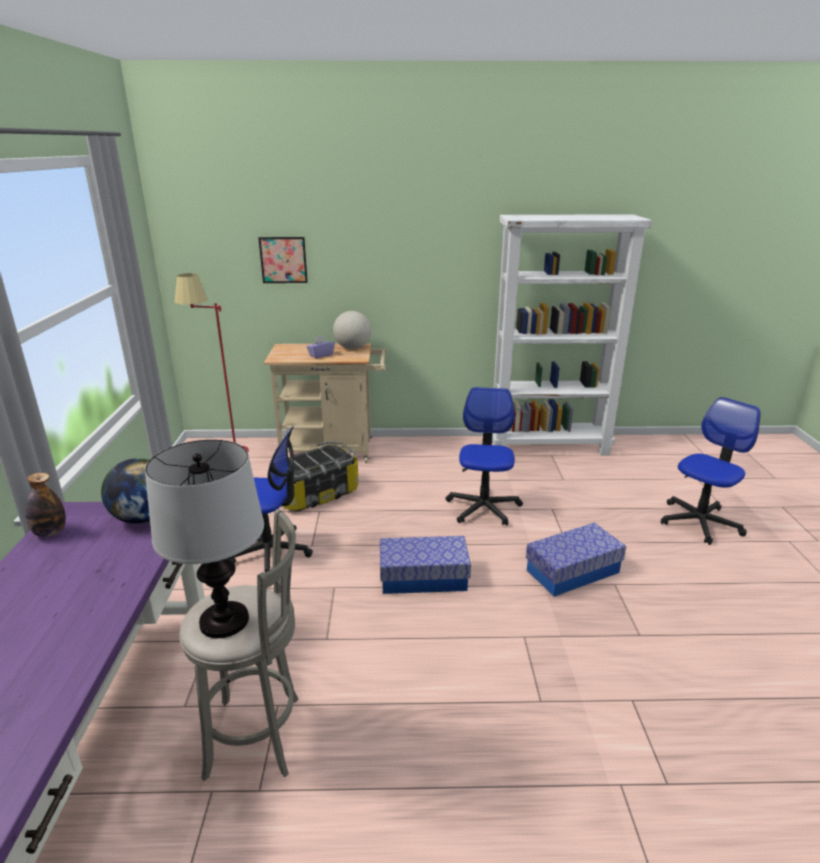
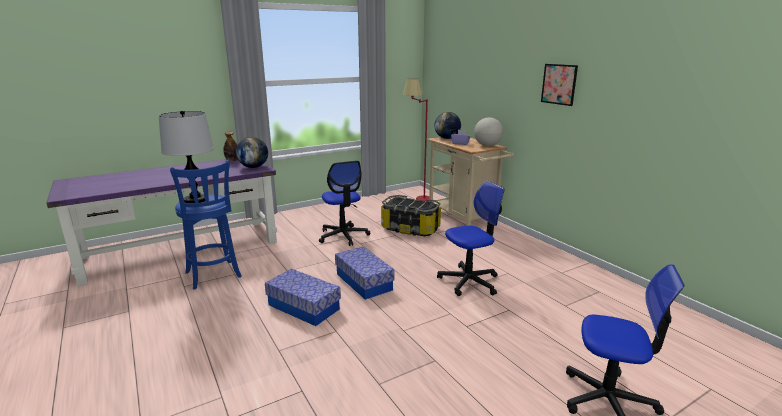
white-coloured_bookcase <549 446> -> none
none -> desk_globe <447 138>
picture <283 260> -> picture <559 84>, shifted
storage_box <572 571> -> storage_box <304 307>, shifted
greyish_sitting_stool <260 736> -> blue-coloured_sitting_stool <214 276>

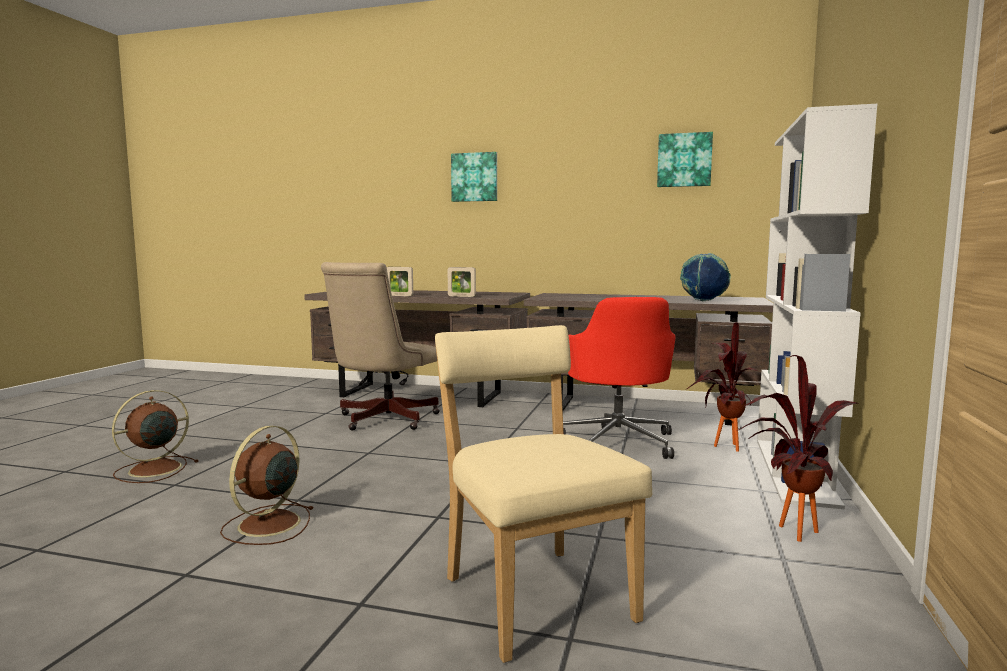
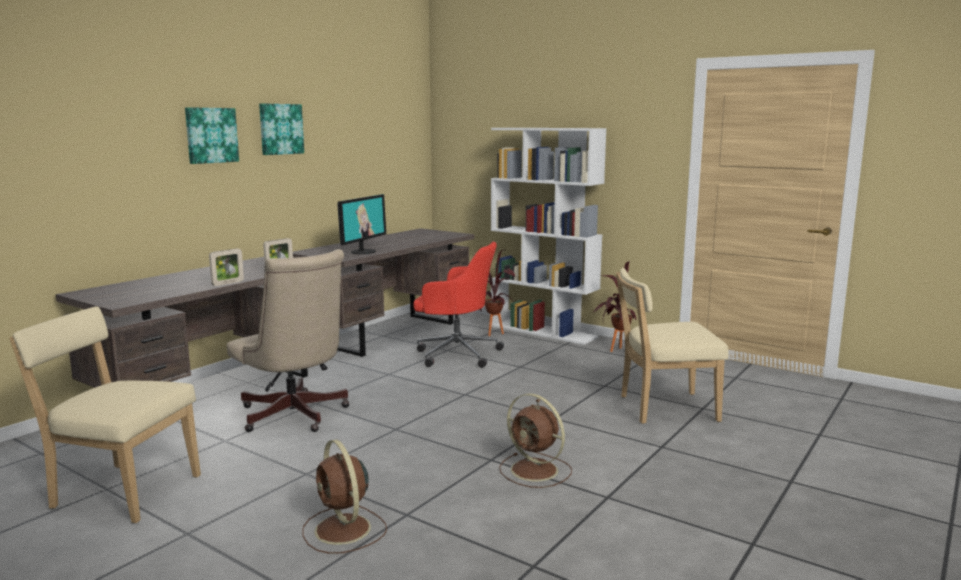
desk_globe <703 301> -> none
none -> beige_upright_chair <121 491>
none -> computer_display <363 251>
picture <684 160> -> picture <280 129>, shifted

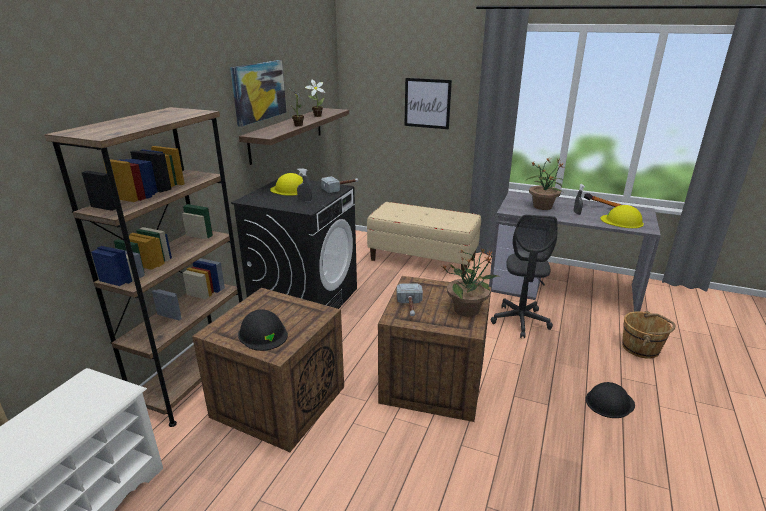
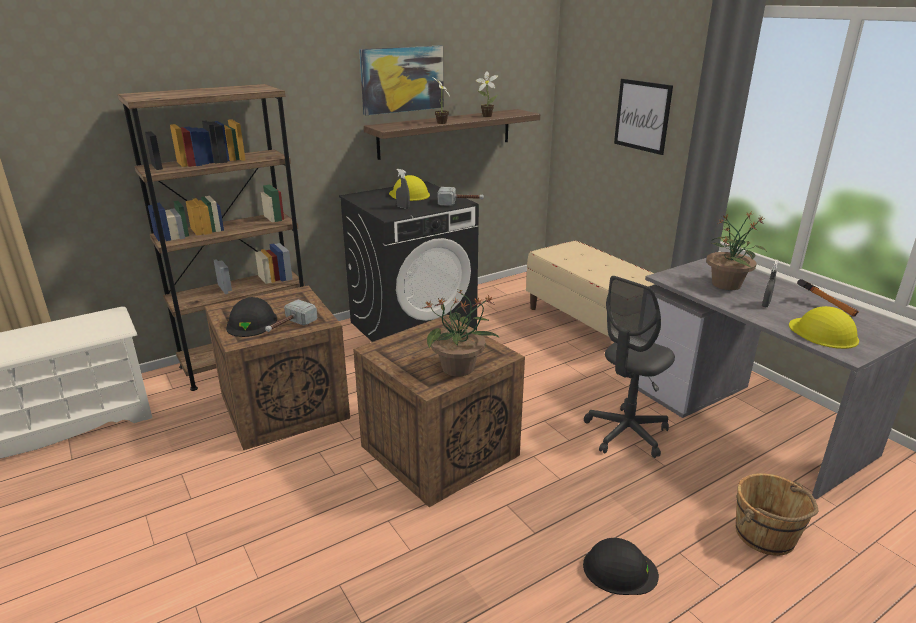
tool_hammer <410 307> -> tool_hammer <289 326>, shifted

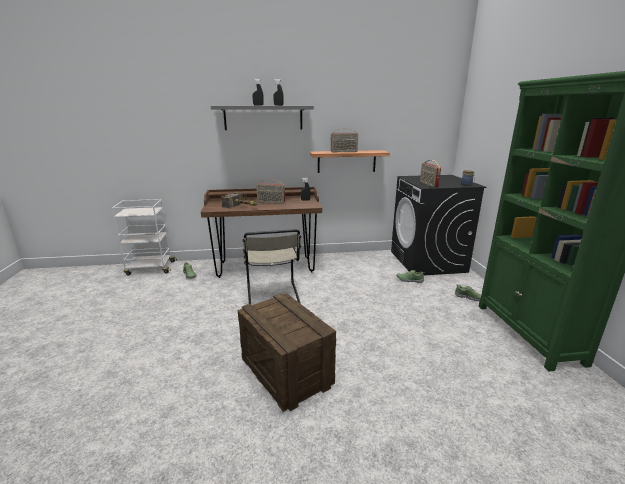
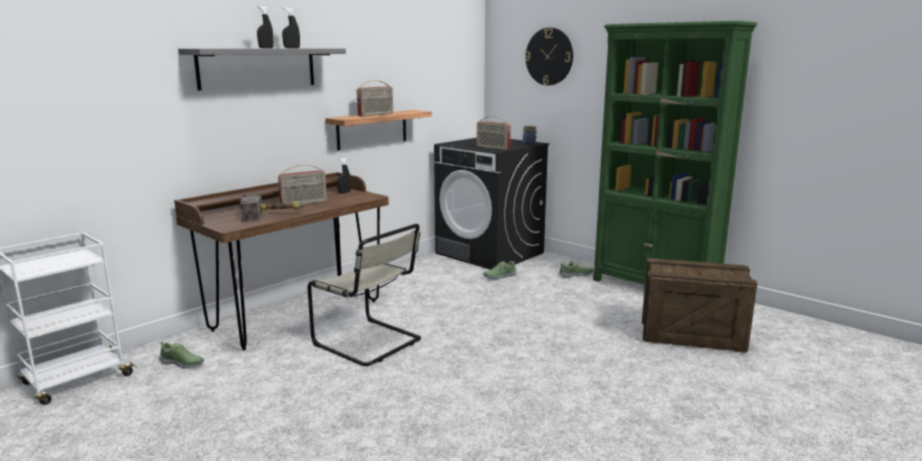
none -> clock_on_the_wall <549 56>
crate <286 372> -> crate <692 334>, shifted

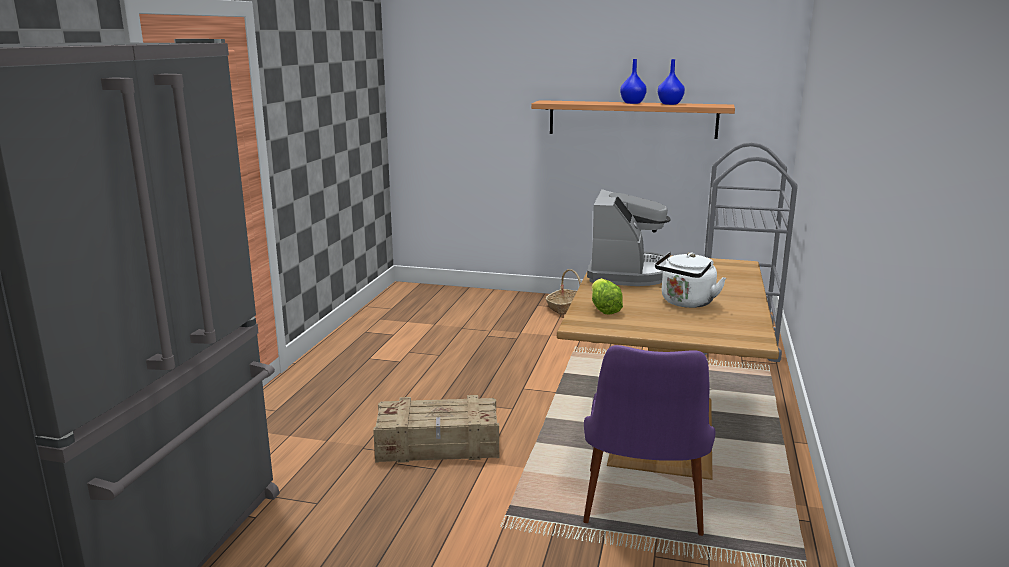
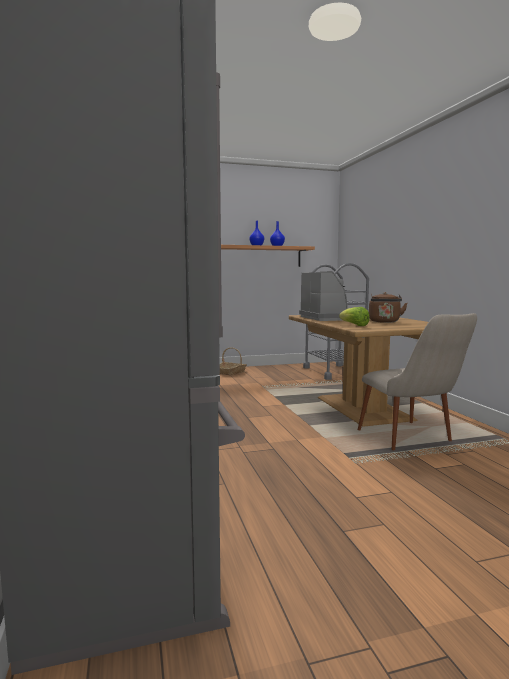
crate <439 445> -> none
purple_upright_chair <642 515> -> beige_upright_chair <413 441>
white-coloured_tea_kettle <686 303> -> brown_tea_kettle <384 322>

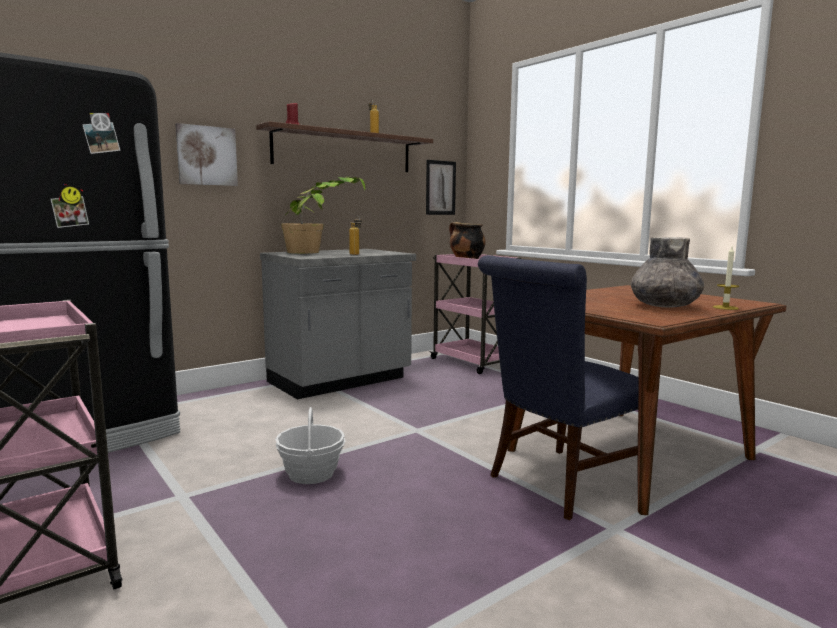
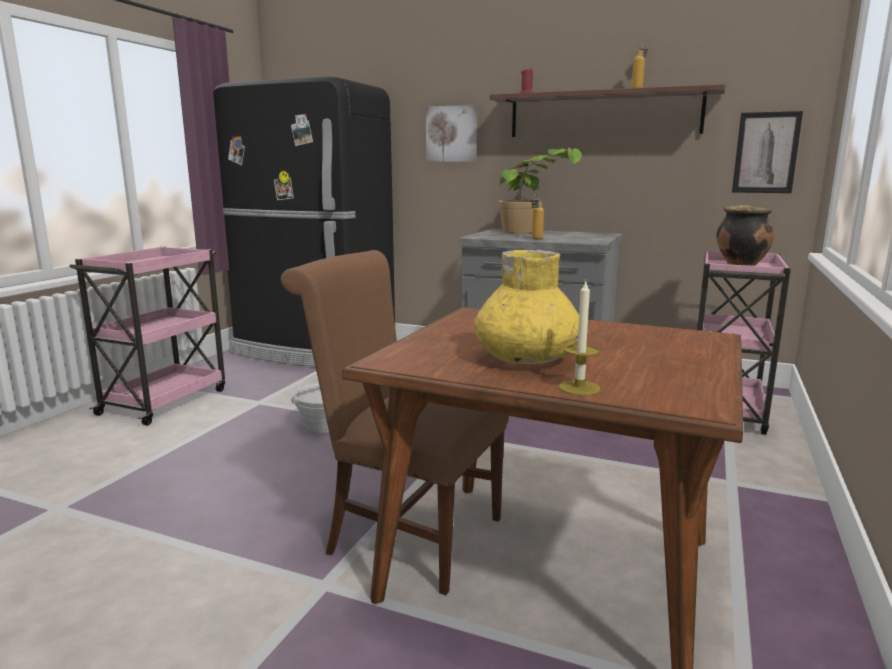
blue-coloured_upright_chair <558 484> -> brown_upright_chair <405 533>
greyish_flower_vase <664 306> -> yellow-coloured_flower_vase <527 359>

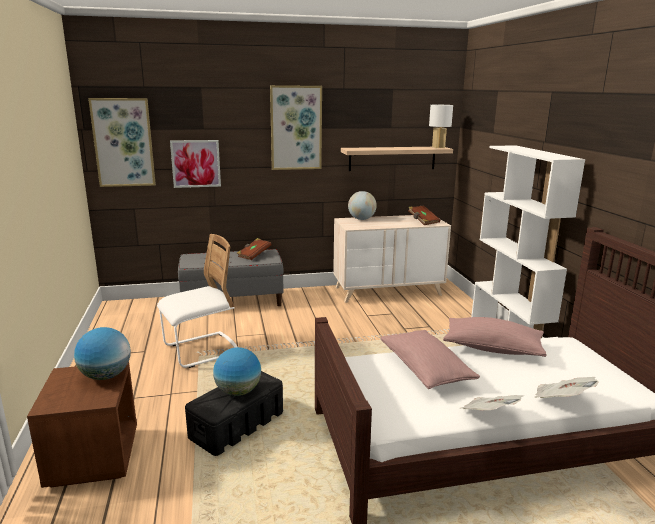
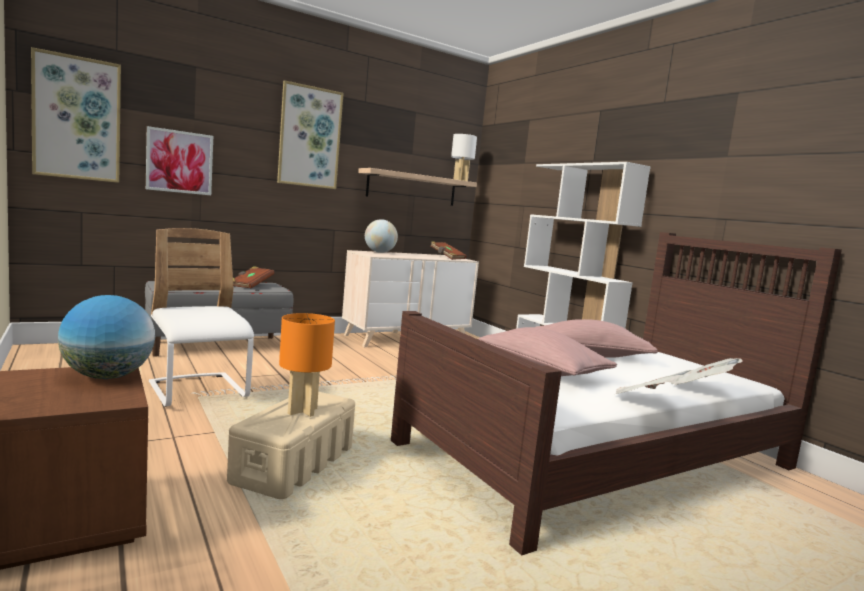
desk_globe <238 392> -> orange_table_lamp <302 411>
blackish_storage_box <237 425> -> beige_storage_box <295 463>
white-coloured_upright_chair <201 350> -> white-coloured_upright_chair <198 391>, 75 degrees counterclockwise

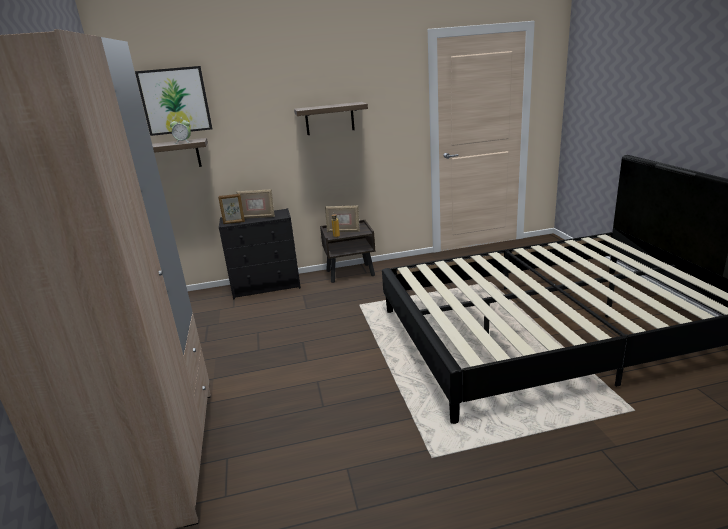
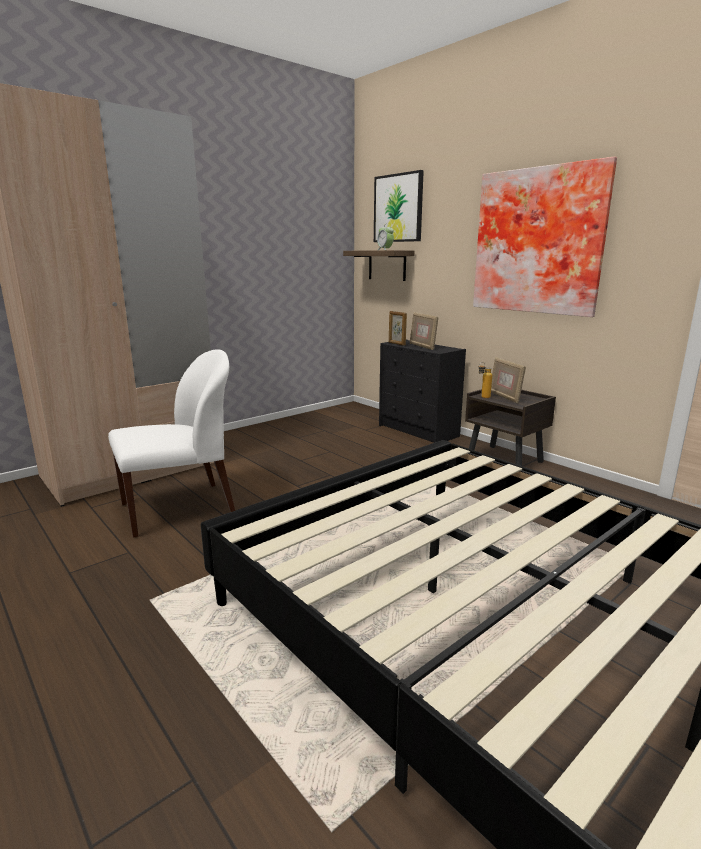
none -> white-coloured_upright_chair <180 508>
shelf <329 119> -> picture <539 241>

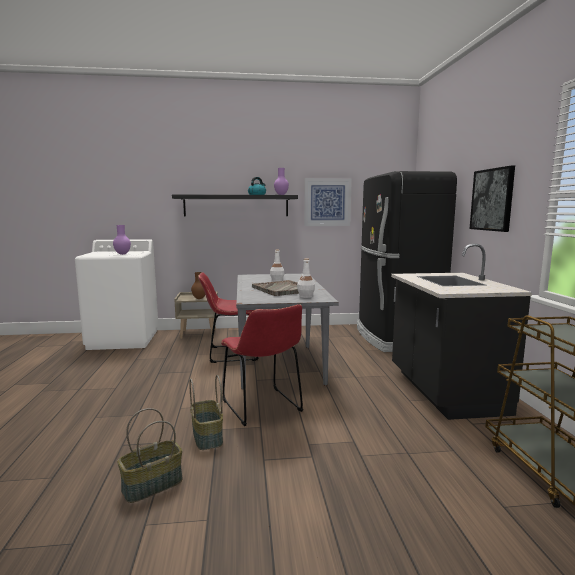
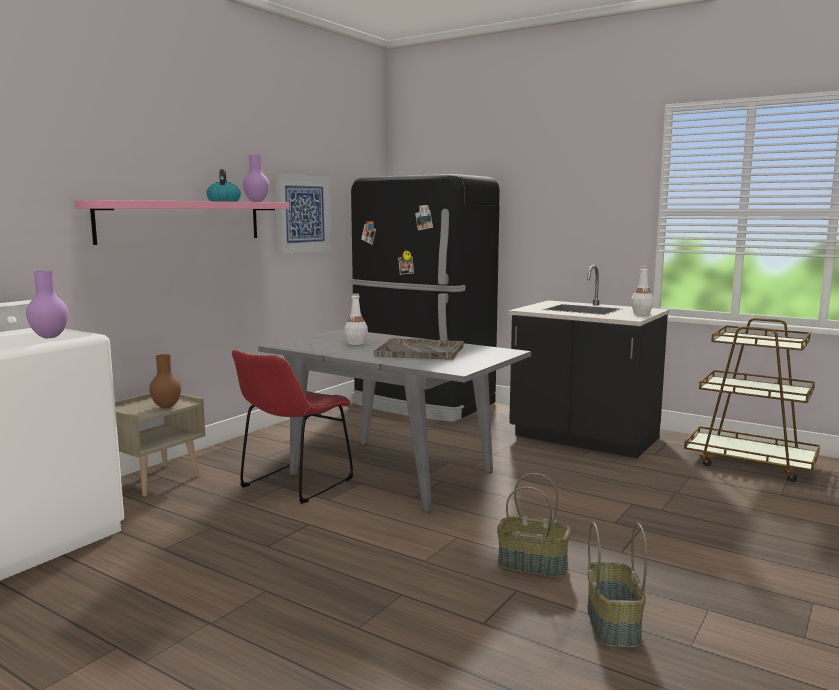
red-coloured_upright_chair <263 408> -> none
picture <492 199> -> none
white-coloured_bottle <305 296> -> white-coloured_bottle <641 313>, shifted
blackish_shelf <236 205> -> pink-coloured_shelf <182 221>

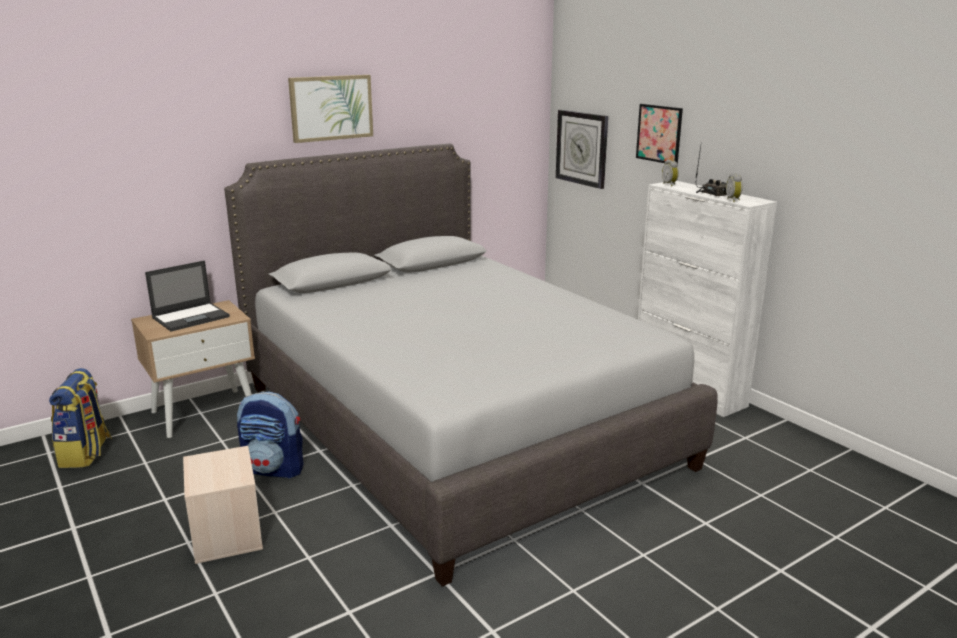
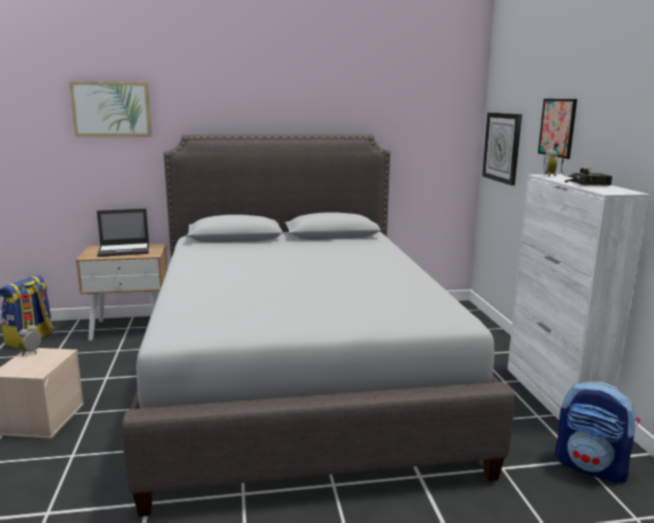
knapsack <274 469> -> knapsack <591 467>, shifted
picture <331 108> -> picture <111 109>, shifted
bedside_clock <733 200> -> bedside_clock <32 353>, shifted

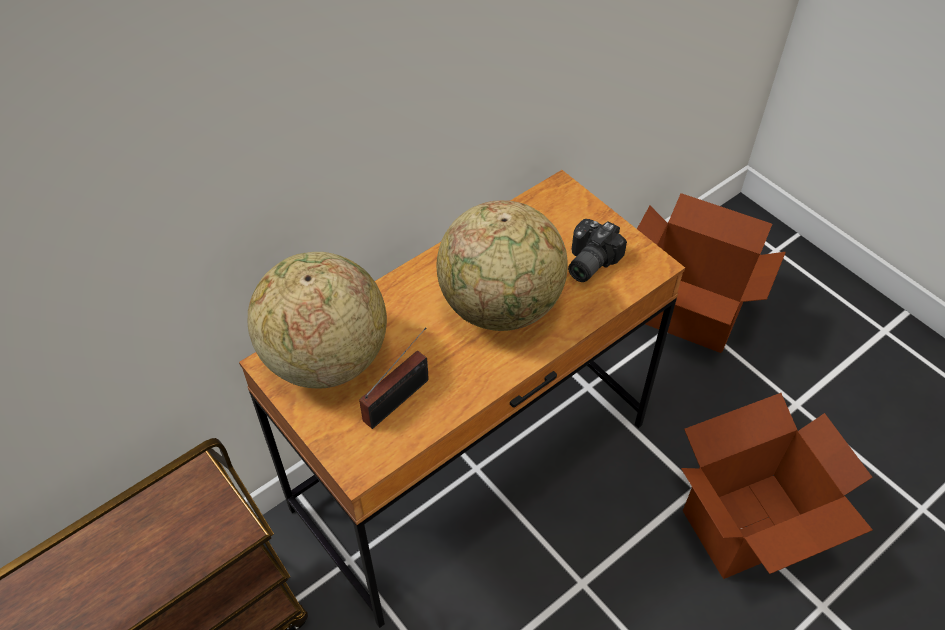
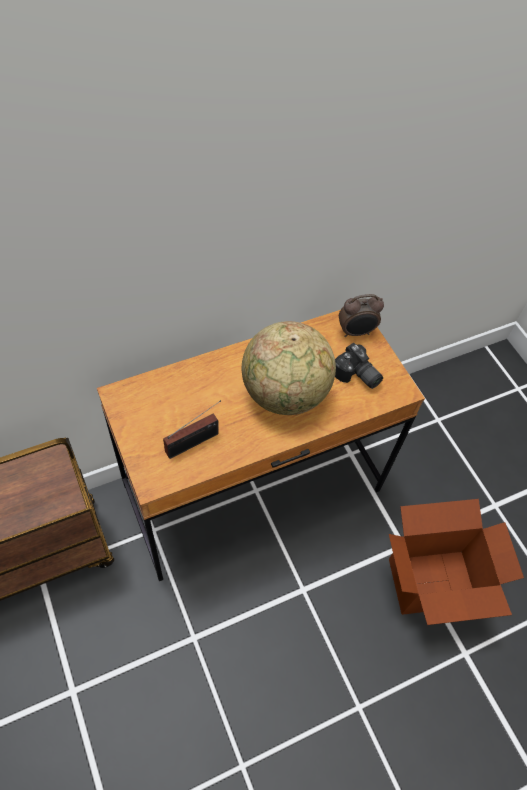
desk_globe <325 358> -> none
packing_box <687 314> -> none
none -> bedside_clock <356 332>
still_camera <587 261> -> still_camera <356 376>, 90 degrees counterclockwise

